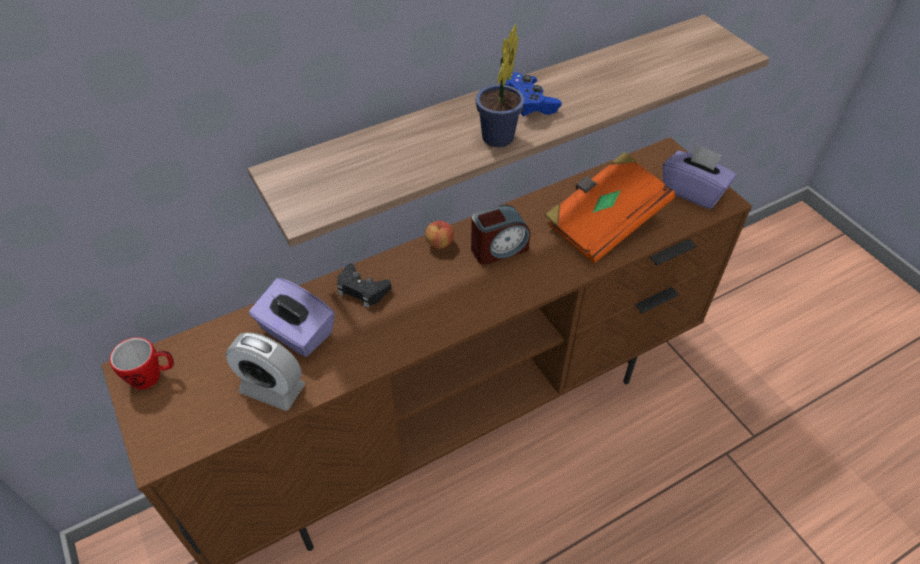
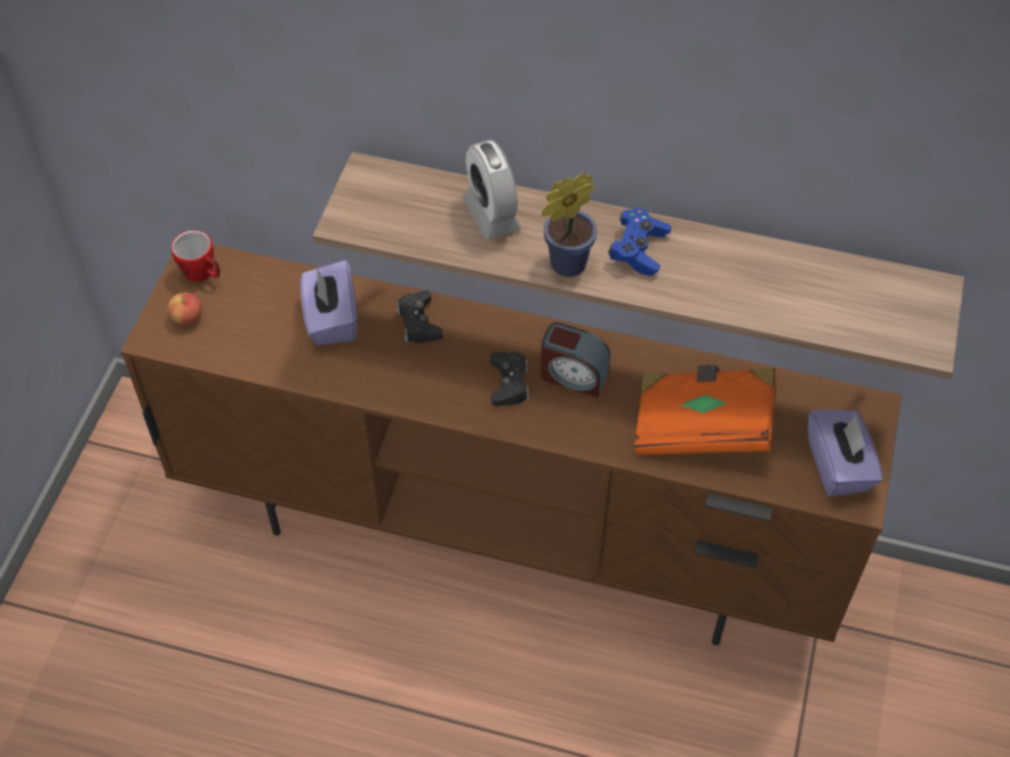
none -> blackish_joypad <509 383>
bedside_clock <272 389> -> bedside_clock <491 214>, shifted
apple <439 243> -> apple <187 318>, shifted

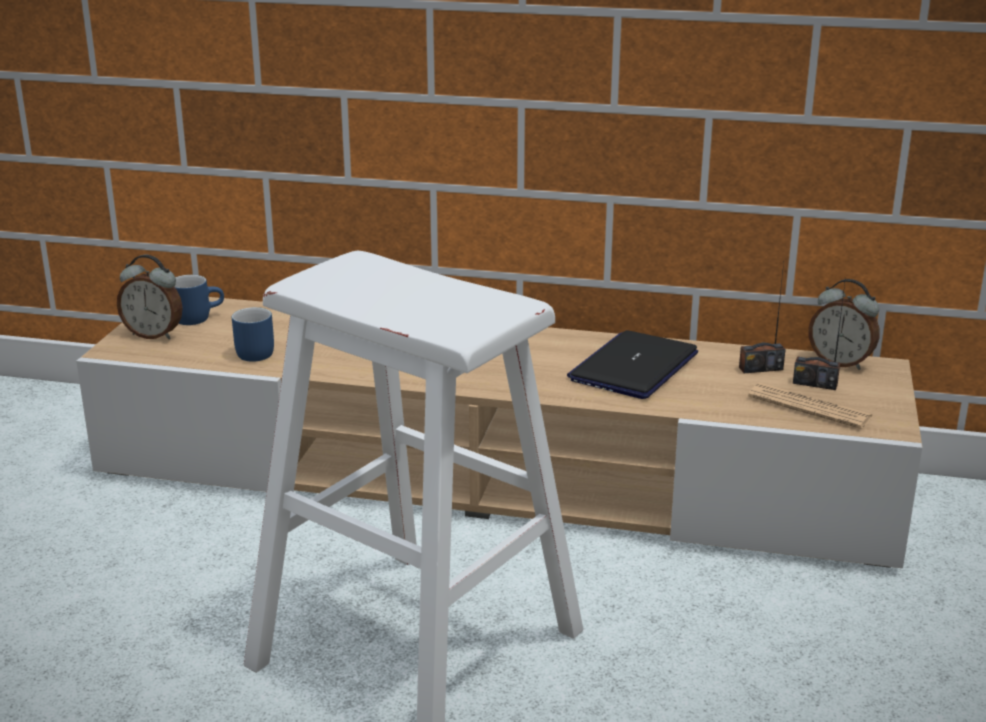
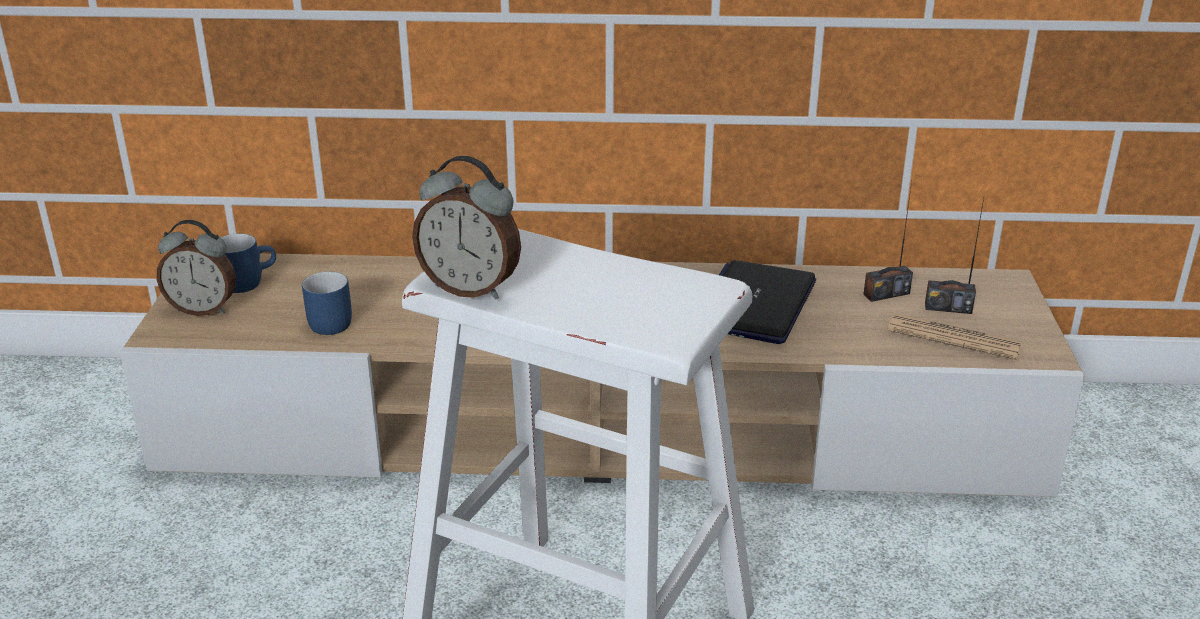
bedside_clock <840 362> -> bedside_clock <471 288>, shifted

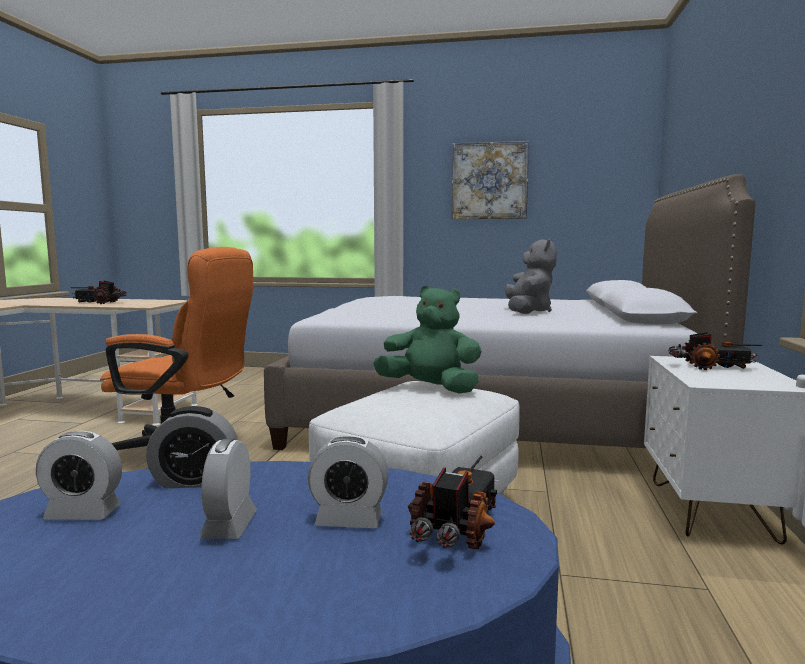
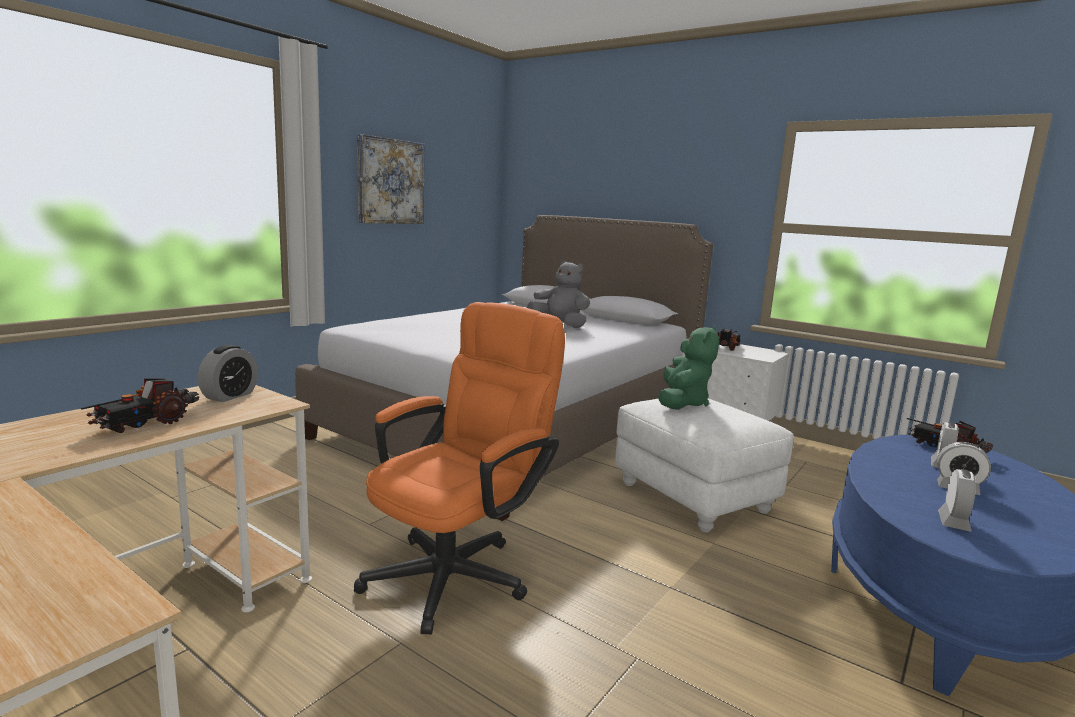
bedside_clock <195 481> -> bedside_clock <230 396>, shifted
green_plush_toy <430 389> -> green_plush_toy <682 403>, 150 degrees clockwise

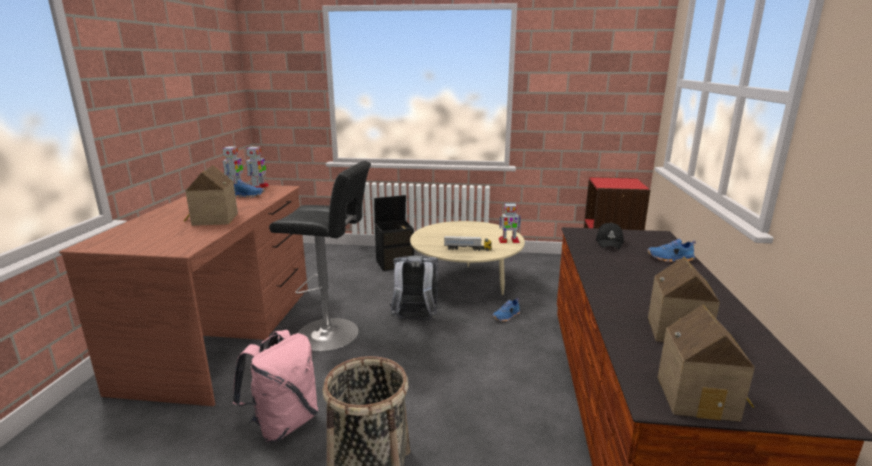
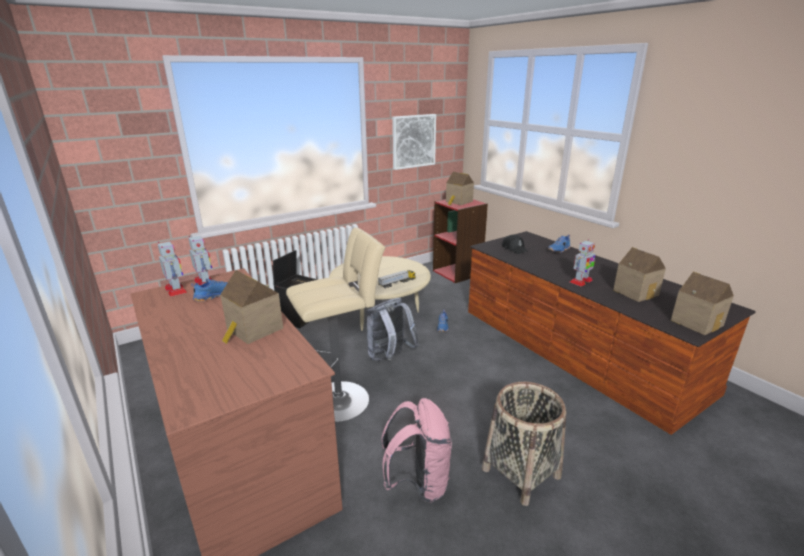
none -> picture <413 141>
none -> miniature_house <458 202>
model_robot <508 241> -> model_robot <581 281>, shifted
blackish_sitting_stool <332 334> -> beige_sitting_stool <343 399>

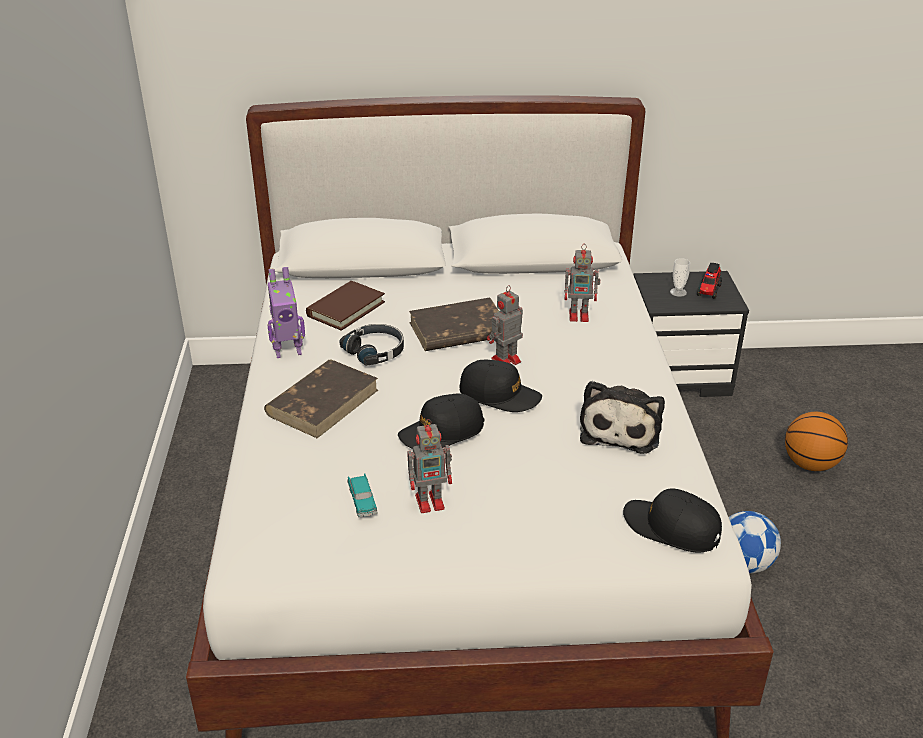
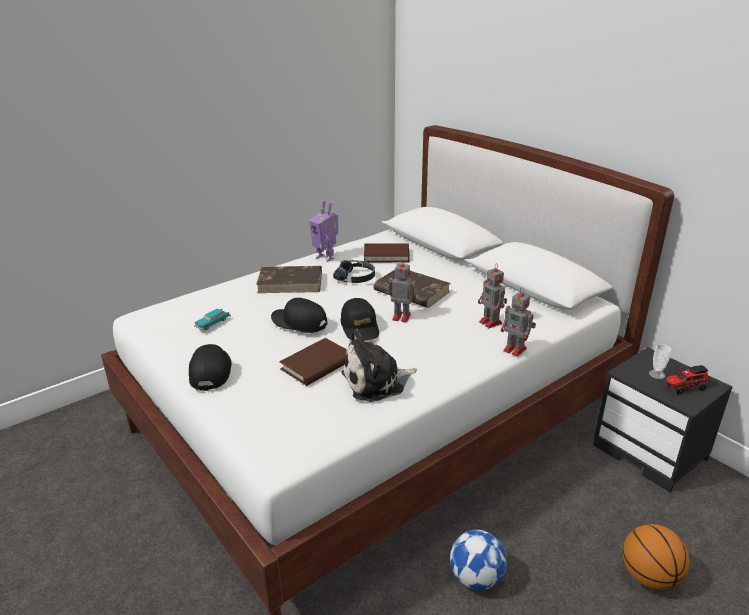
none -> brown_book <317 365>
model_robot <431 501> -> model_robot <516 350>, shifted
blackish_cap <671 528> -> blackish_cap <211 372>, shifted

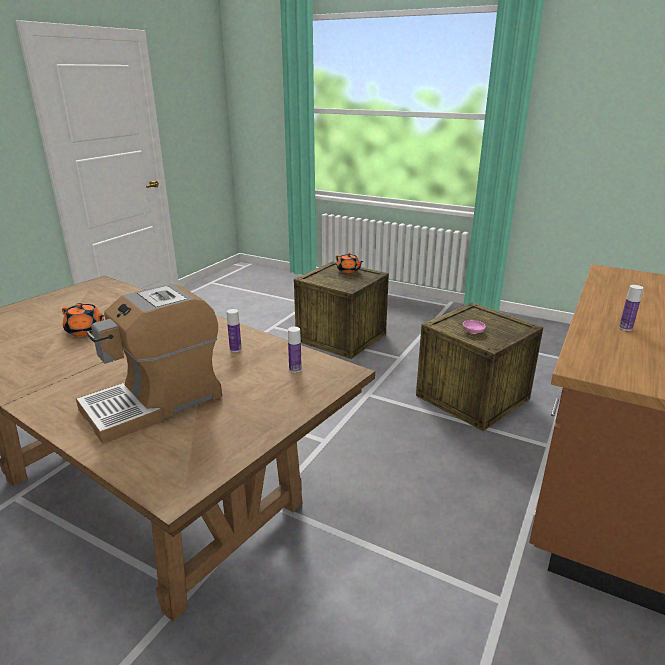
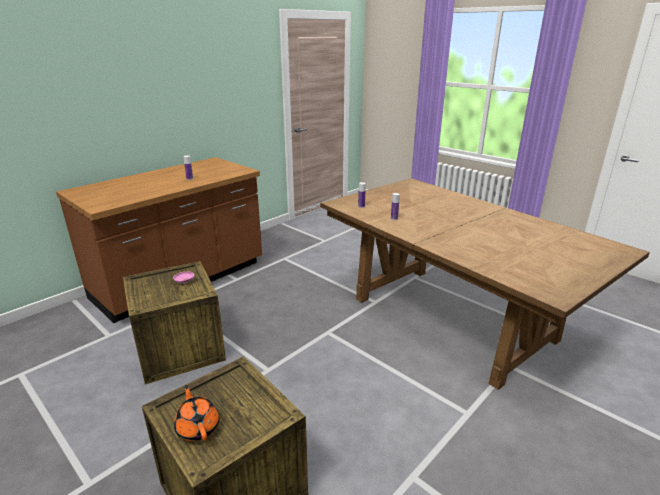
orange_tea_pot <86 331> -> none
coffee_brewer <155 402> -> none

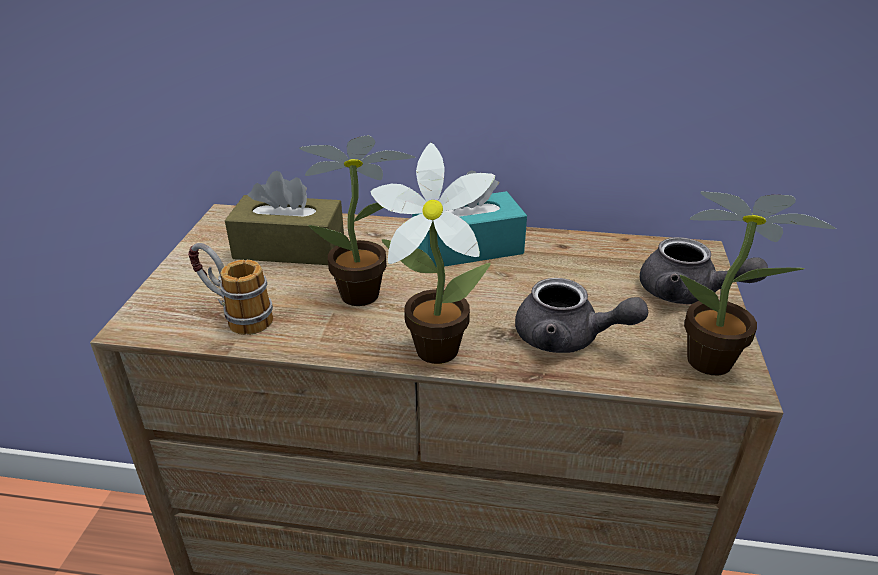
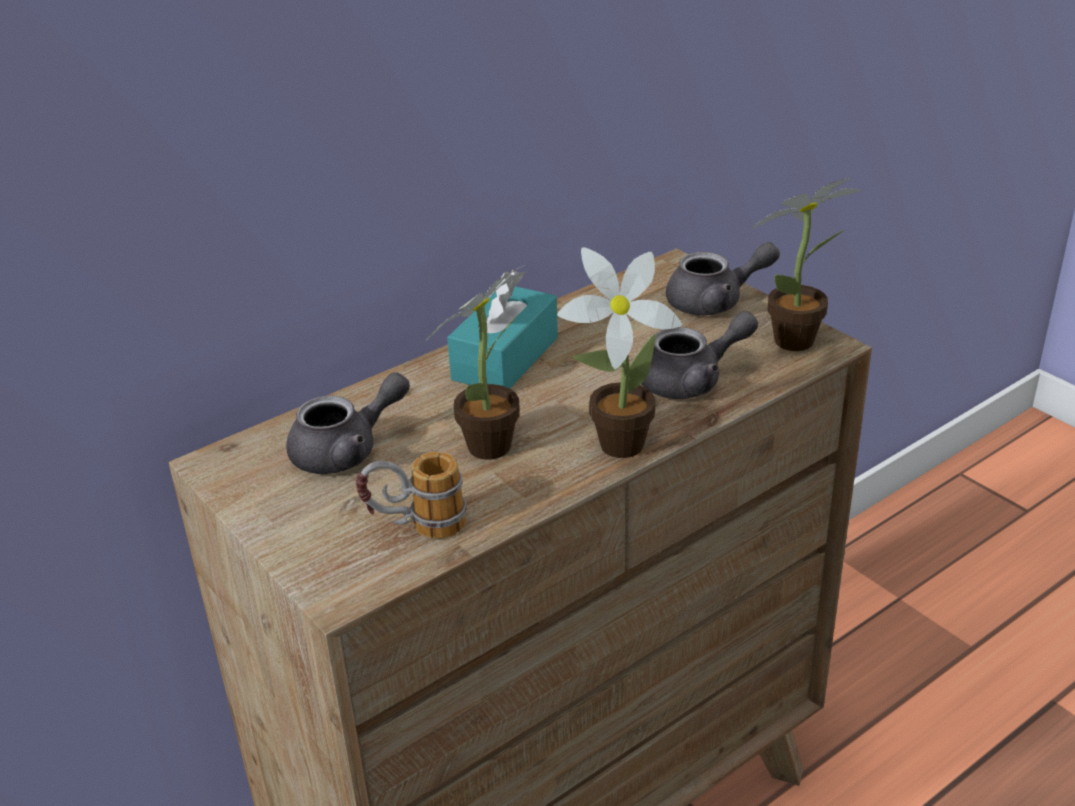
brown_tissue_holder <289 248> -> greyish_tea_pot <347 451>

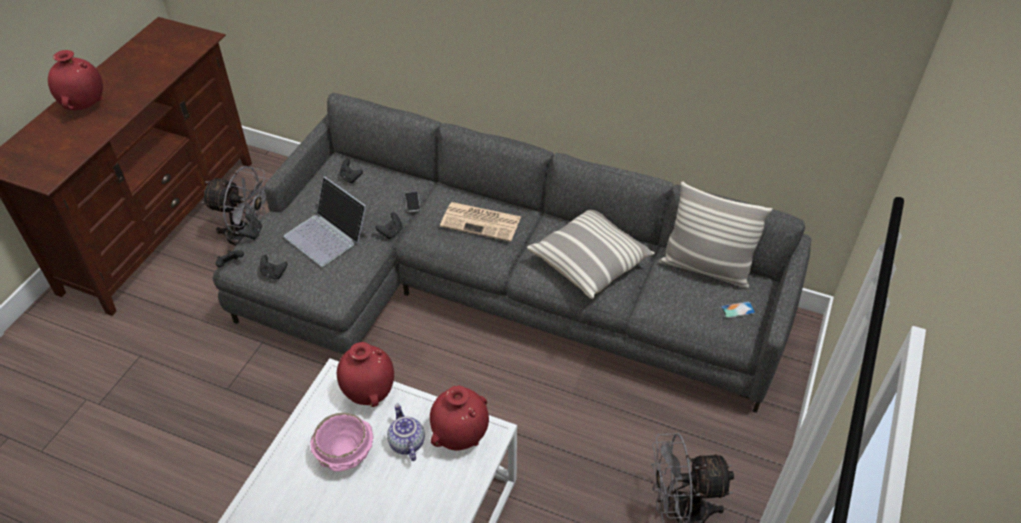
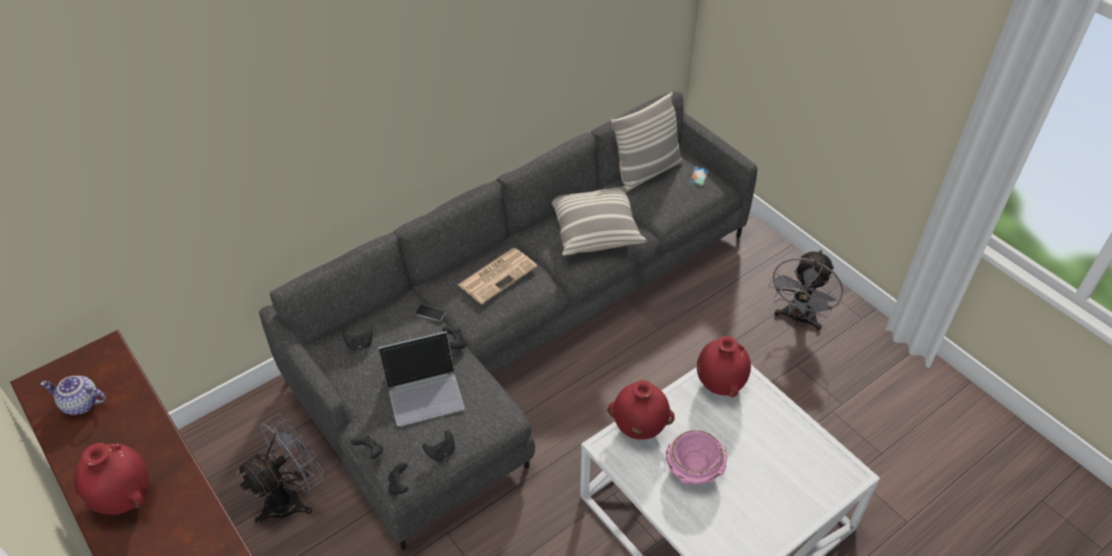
tea_pot <406 443> -> tea_pot <80 404>, shifted

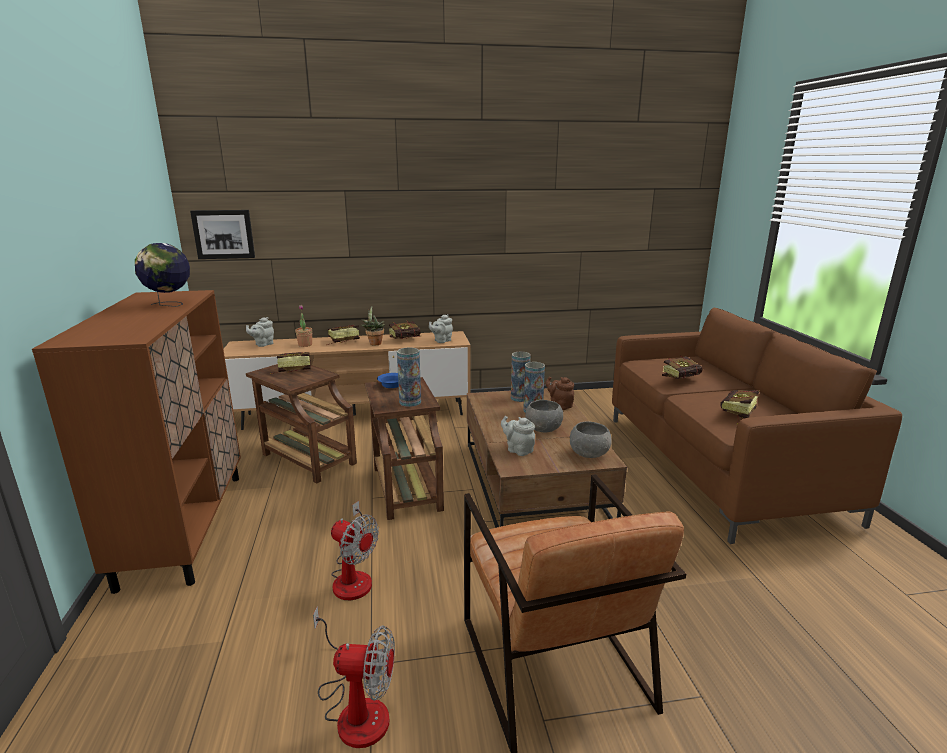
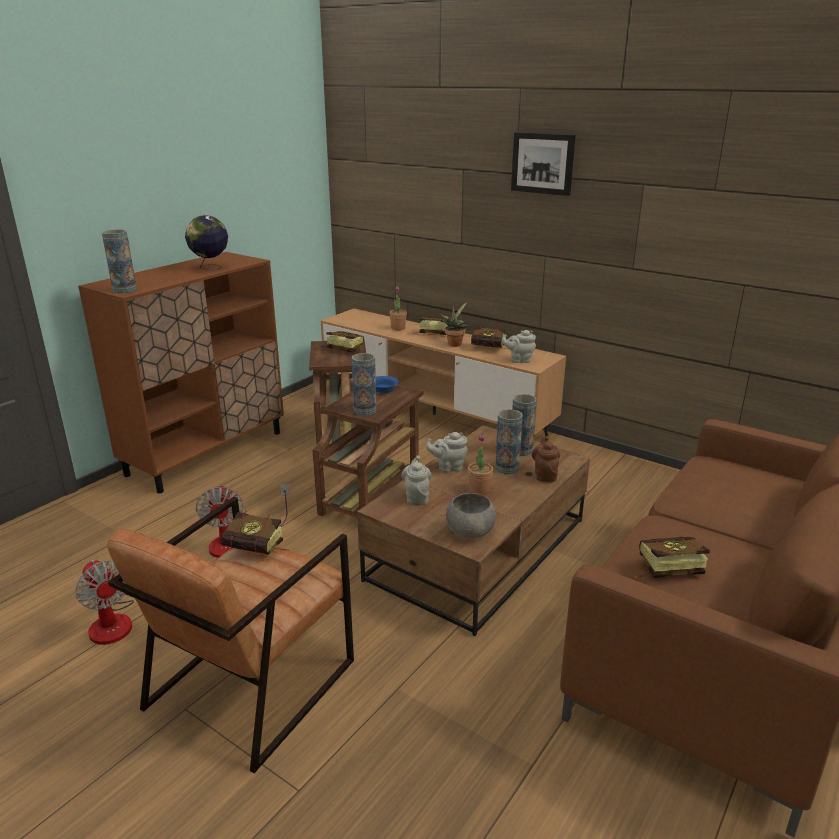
none -> flower_vase <124 290>
picture <223 234> -> picture <543 163>, shifted
greyish_tea_pot <263 344> -> greyish_tea_pot <448 467>, shifted
book <683 378> -> book <259 550>, shifted
greyish_deep_dish <544 429> -> plant_in_a_pot <479 489>

